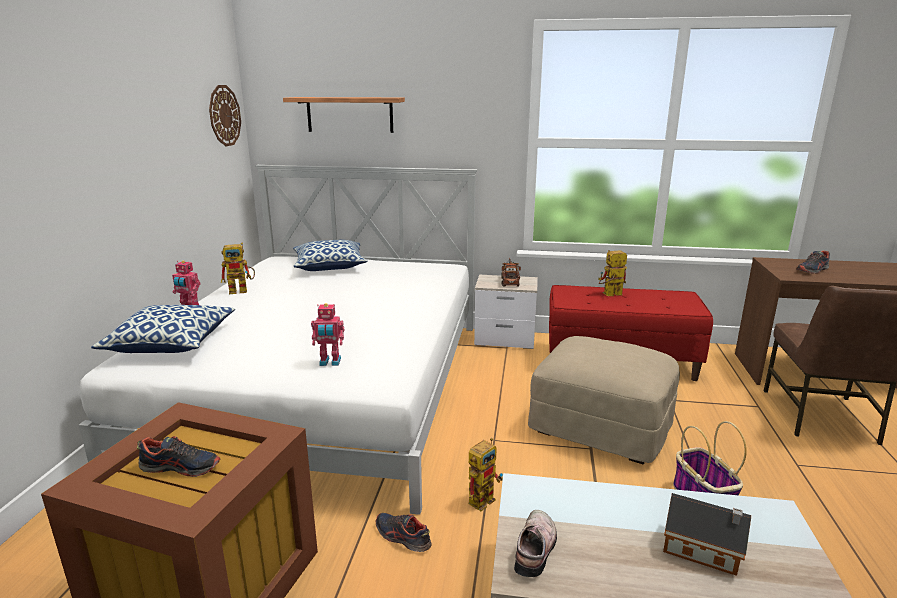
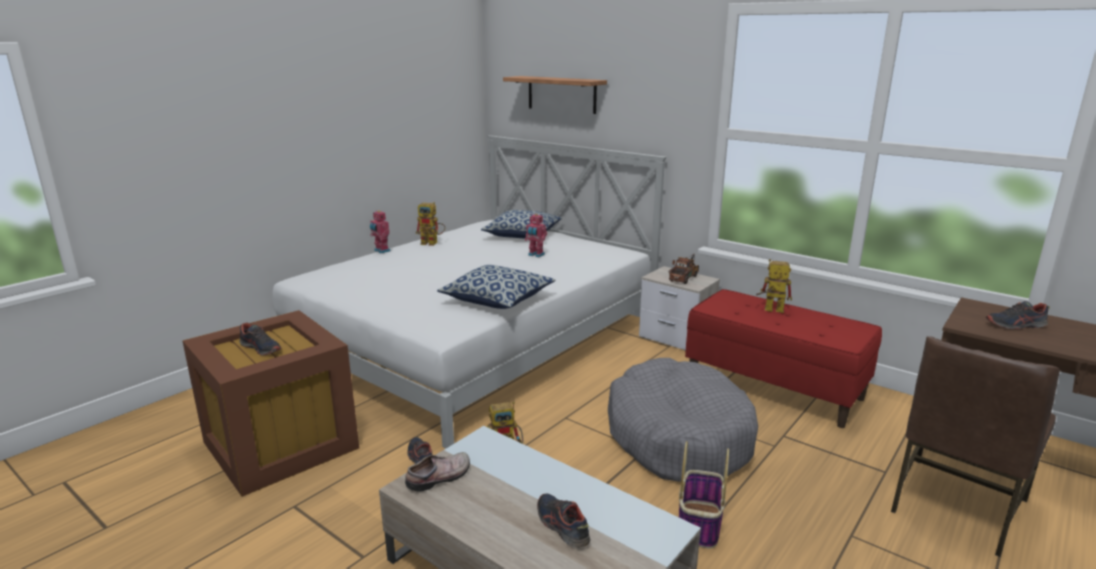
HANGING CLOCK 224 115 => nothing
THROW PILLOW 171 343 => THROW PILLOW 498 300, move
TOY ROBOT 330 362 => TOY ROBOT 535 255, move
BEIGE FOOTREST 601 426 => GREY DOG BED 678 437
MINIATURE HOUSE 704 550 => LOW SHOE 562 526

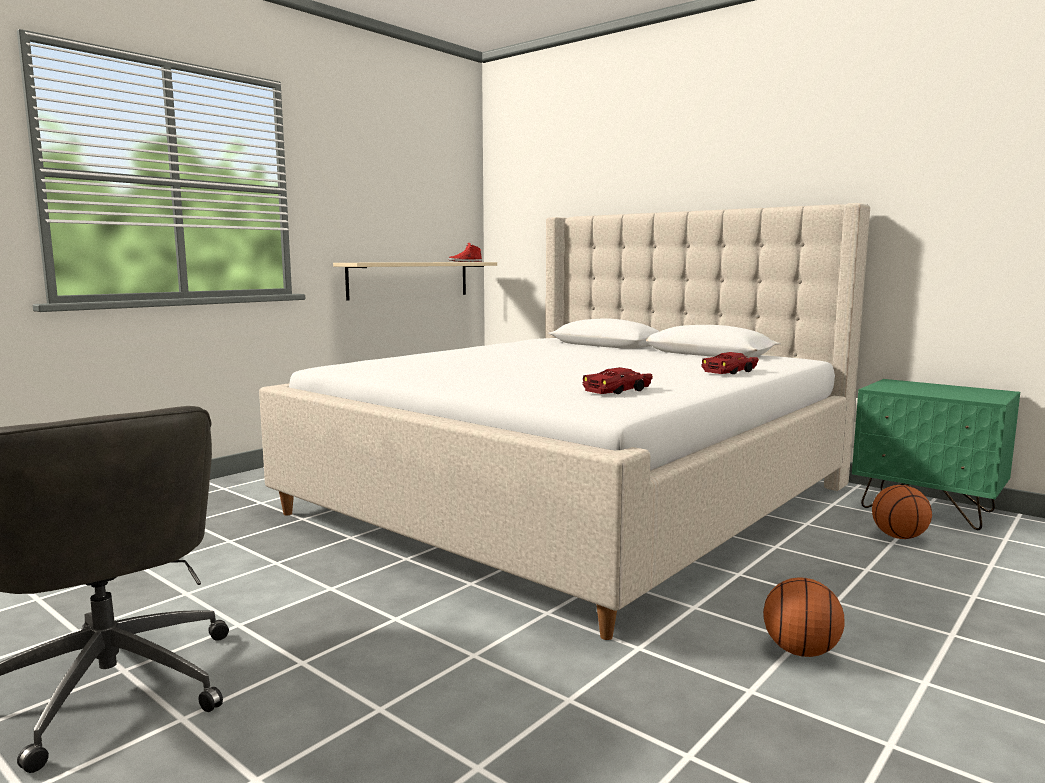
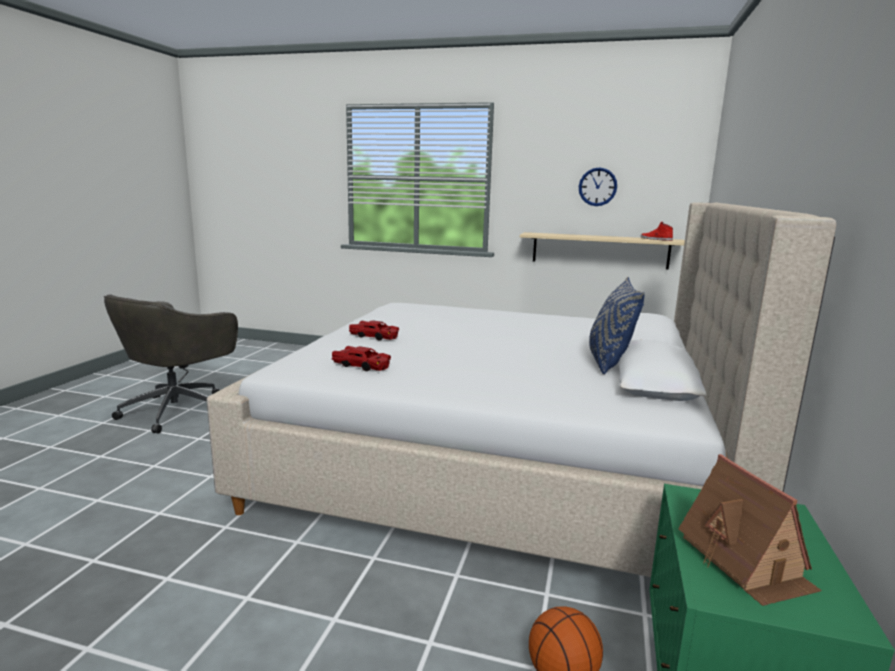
BALL FOR BASKETBALL 800 651 => nothing
nothing => HANGING CLOCK 597 187
nothing => BLUISH THROW PILLOW 608 363
nothing => MINIATURE HOUSE 745 561
RED-COLOURED TOY CAR 731 372 => RED-COLOURED TOY CAR 374 336, move

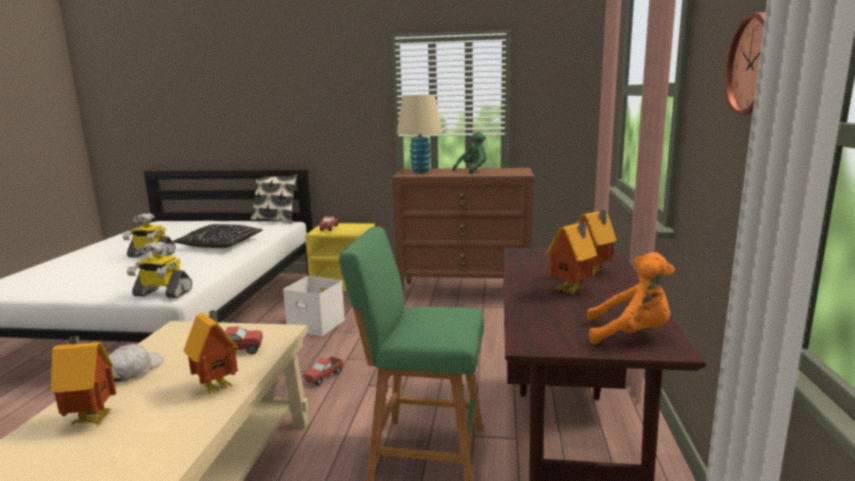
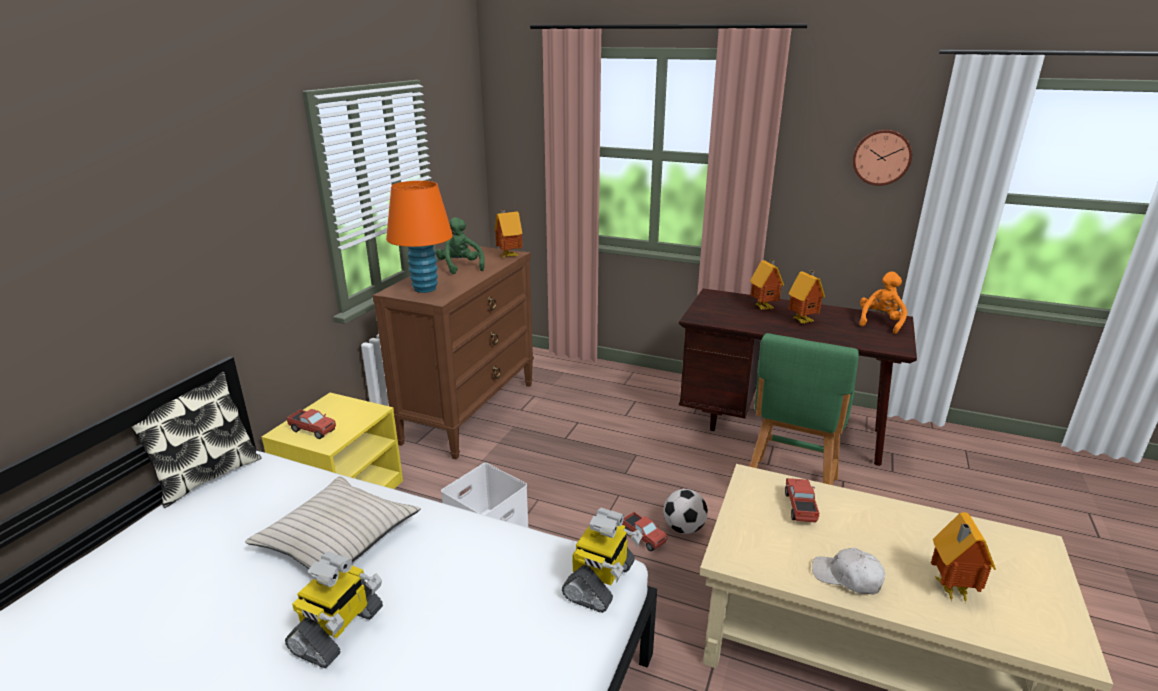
nothing => BALL FOR FOOTBALL 683 528
MINIATURE HOUSE 218 387 => MINIATURE HOUSE 508 256, move
BLACK THROW PILLOW 220 244 => BEIGE THROW PILLOW 337 539
BEIGE LAMP FOR A TABLE 420 172 => ORANGE-COLOURED LAMP FOR A TABLE 425 289

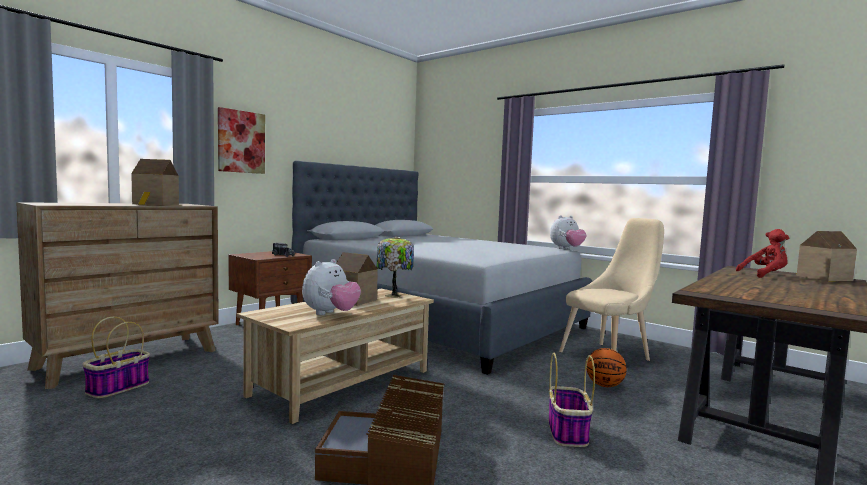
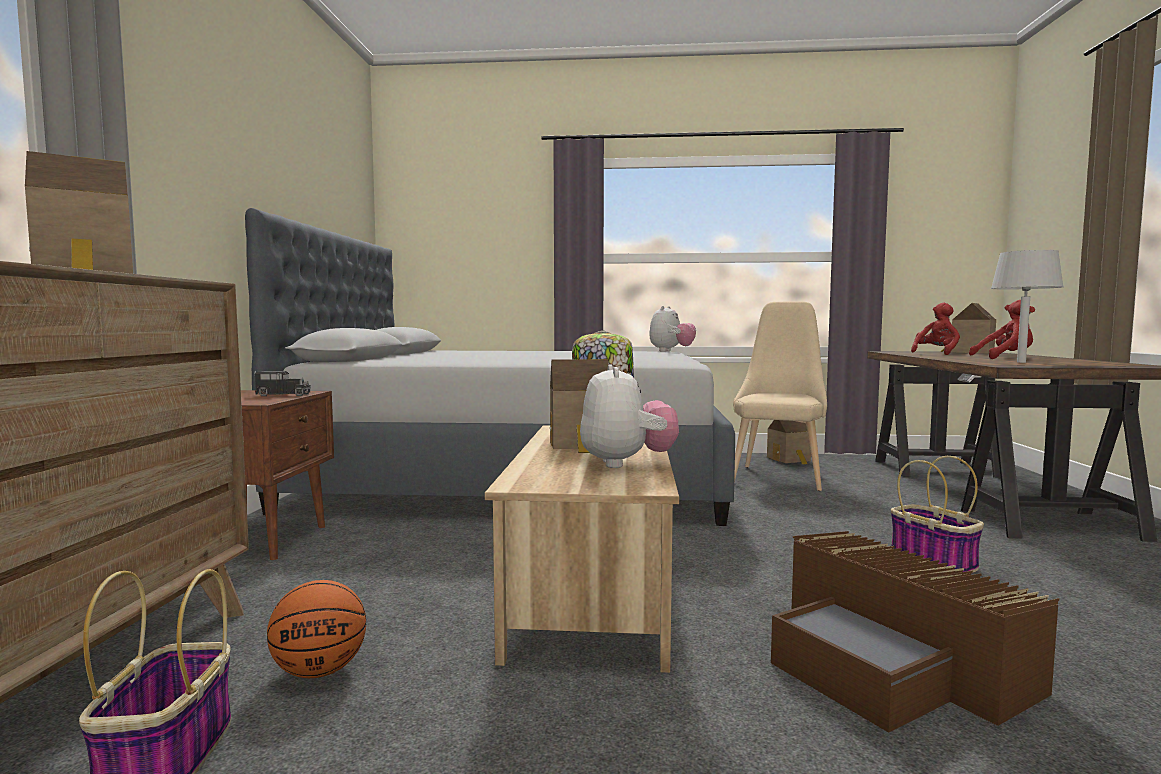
WALL PICTURE 241 142 => nothing
nothing => MINIATURE HOUSE 790 459
nothing => RED-COLOURED PLUSH TOY 1005 358
nothing => GREY LAMP FOR A TABLE 1021 362
BALL FOR BASKETBALL 604 385 => BALL FOR BASKETBALL 319 672, move

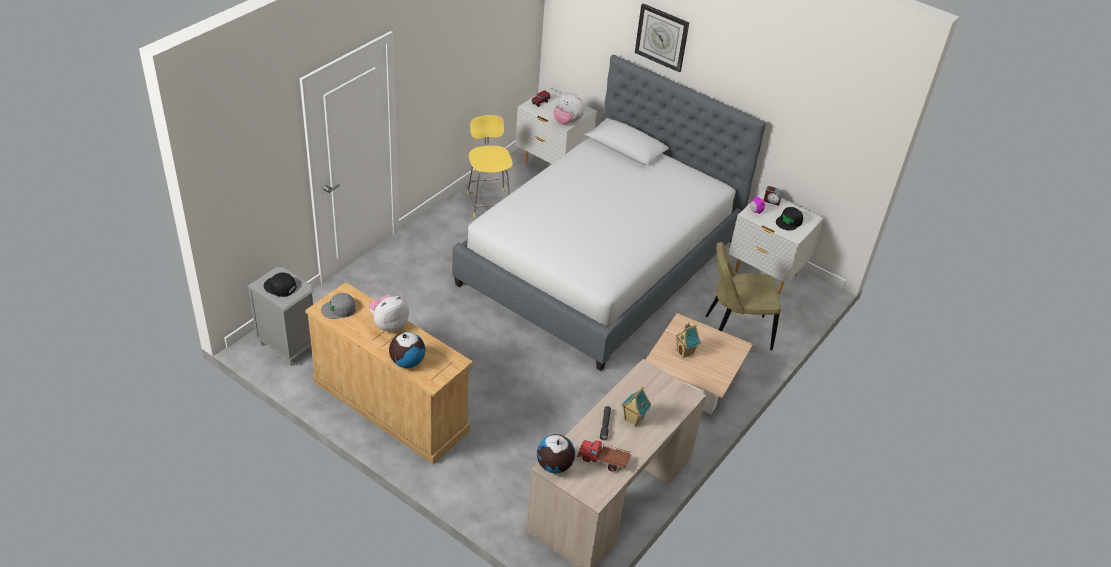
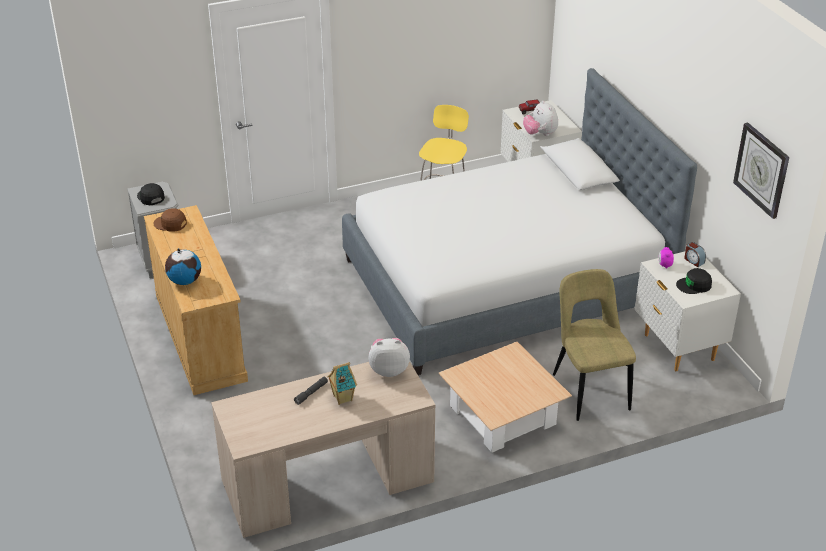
DESK GLOBE 554 466 => nothing
TOY LORRY 603 460 => nothing
MINIATURE HOUSE 685 352 => nothing
PLUSH TOY 389 324 => PLUSH TOY 389 370, move
HANGING CLOCK 662 37 => HANGING CLOCK 762 170, move
GREY CAP 339 309 => BROWN CAP 170 224
BEIGE UPRIGHT CHAIR 734 332 => BEIGE UPRIGHT CHAIR 589 389, 45 degrees clockwise

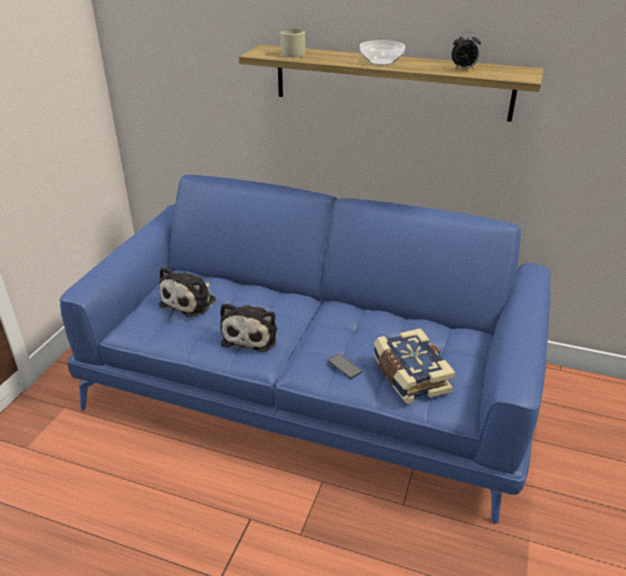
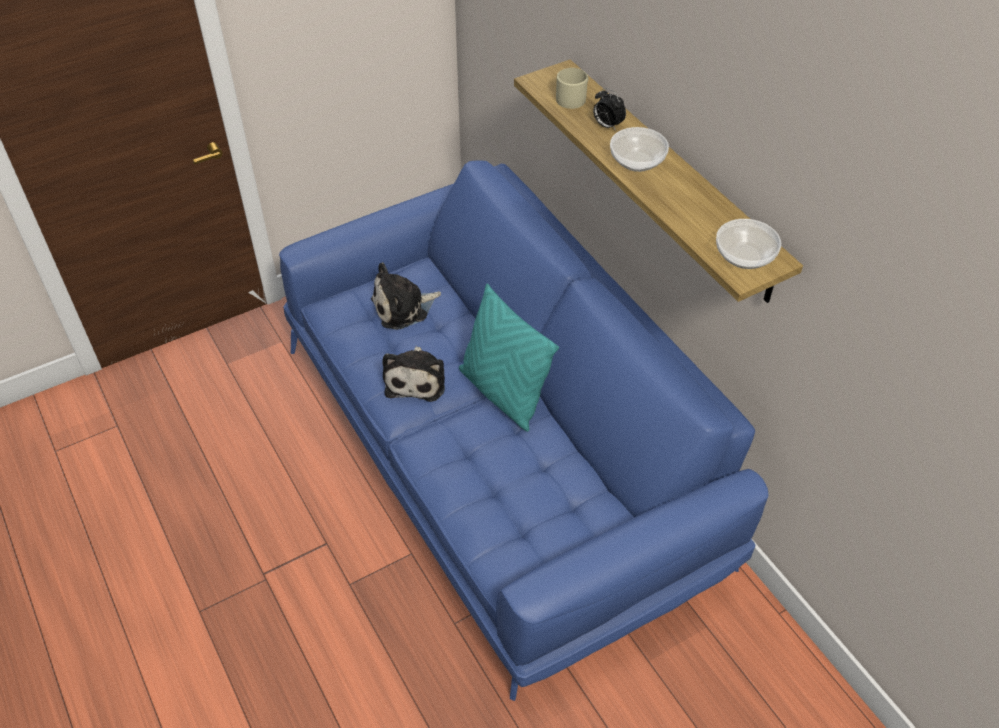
PHONE 344 366 => nothing
VOLUME 409 376 => nothing
nothing => TURQUOISE-COLOURED THROW PILLOW 503 393
nothing => DEEP DISH 745 257
ALARM CLOCK 463 69 => ALARM CLOCK 607 126, move
PLUSH TOY 252 335 => PLUSH TOY 416 379, 45 degrees counterclockwise

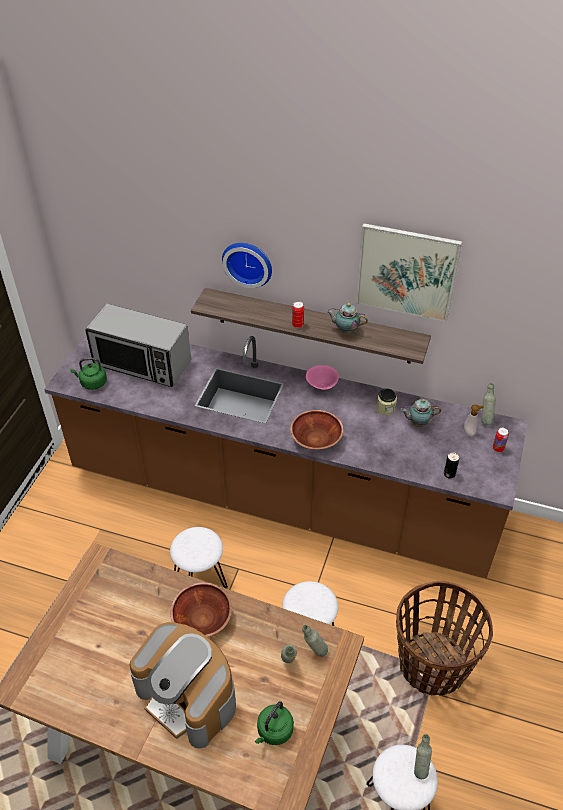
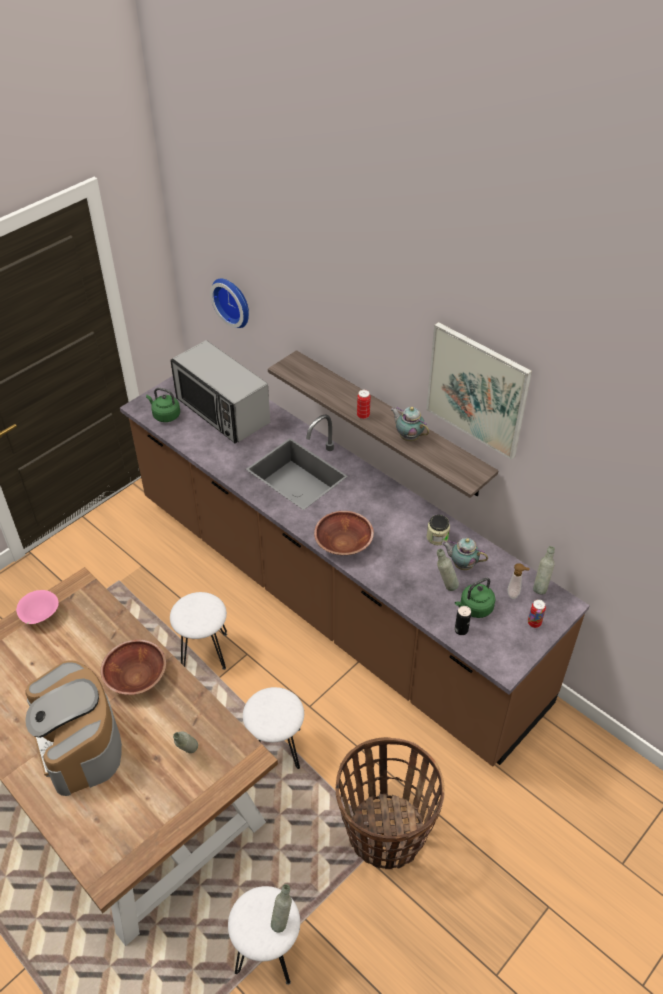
HANGING CLOCK 248 262 => HANGING CLOCK 233 301, move
GREEN-COLOURED TEA KETTLE 274 731 => GREEN-COLOURED TEA KETTLE 474 608, move
GREY DRINK BOTTLE 314 652 => GREY DRINK BOTTLE 445 586, move
PINK DEEP DISH 322 386 => PINK DEEP DISH 40 616, move

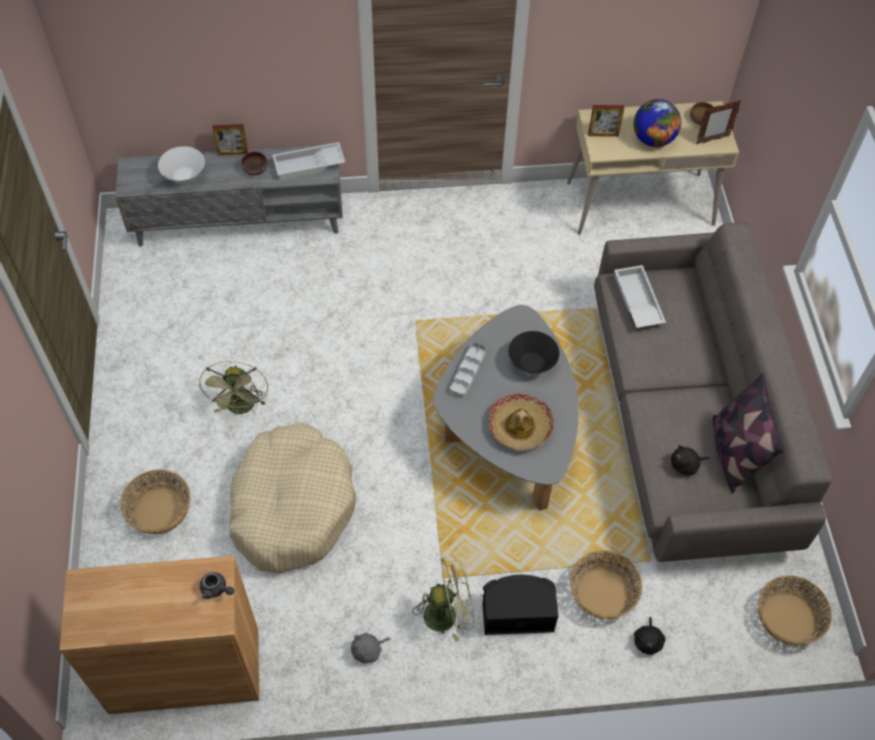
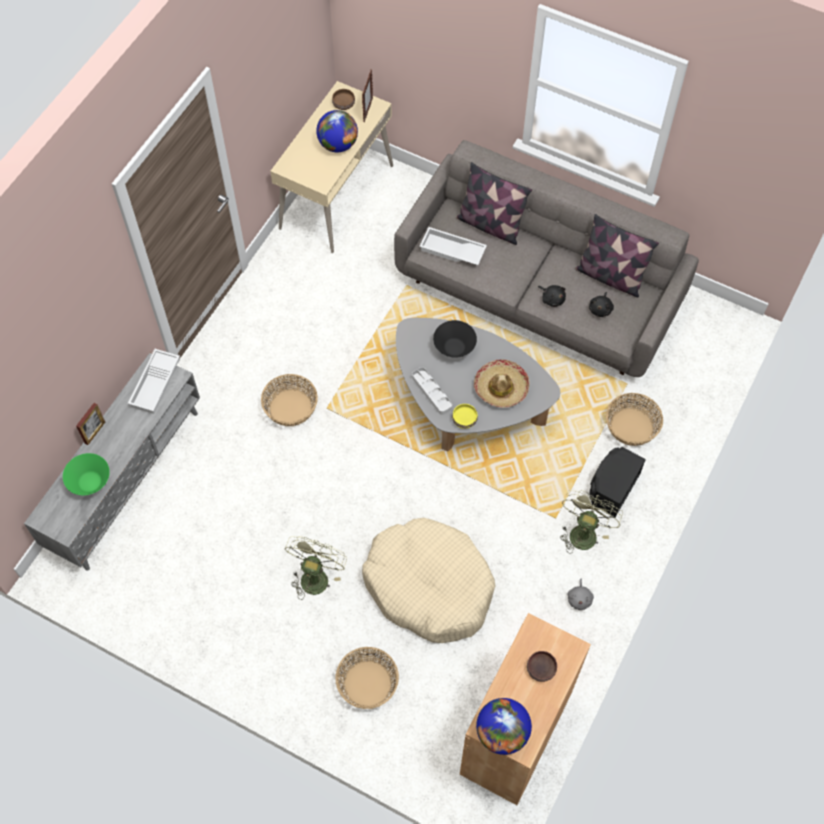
GREY TEAPOT 216 589 => nothing
PHOTO FRAME 603 134 => nothing
nothing => YELLOW-COLOURED DEEP DISH 464 419
nothing => THROW PILLOW 490 225
nothing => DESK GLOBE 502 733
BROWN DEEP DISH 256 169 => BROWN DEEP DISH 541 668, move
BLACK PLUSH TOY 648 641 => BLACK PLUSH TOY 552 299, move
BASKET 788 618 => BASKET 291 407, move
WHITE-COLOURED DEEP DISH 184 176 => GREEN-COLOURED DEEP DISH 90 482
GREEN-COLOURED ELECTRIC FAN 241 408 => GREEN-COLOURED ELECTRIC FAN 315 575, 105 degrees counterclockwise

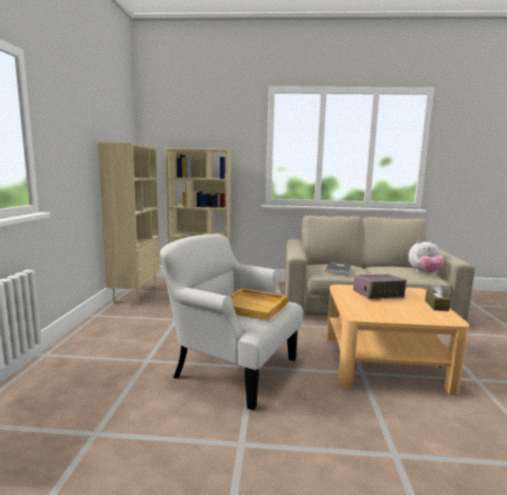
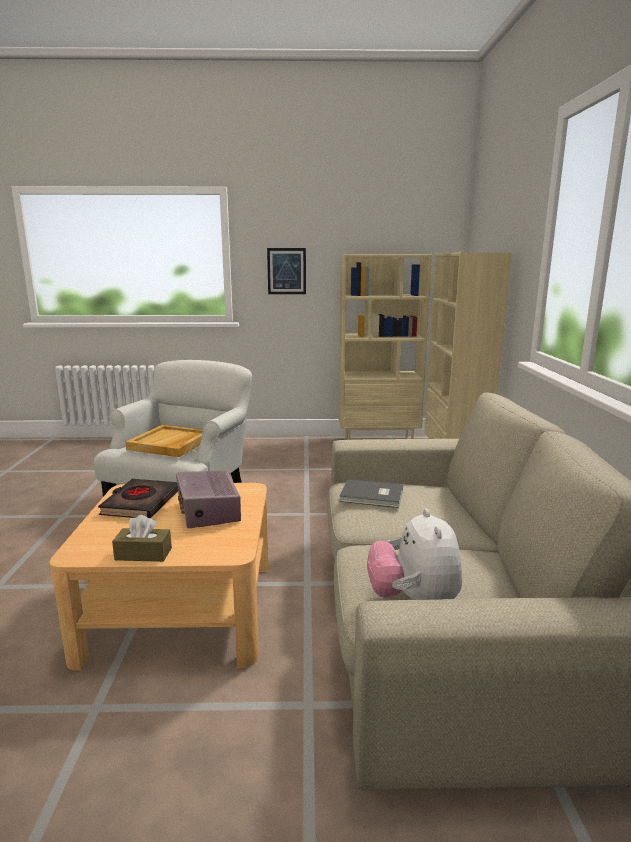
nothing => BLACK VOLUME 140 503
nothing => WALL PICTURE 286 271

